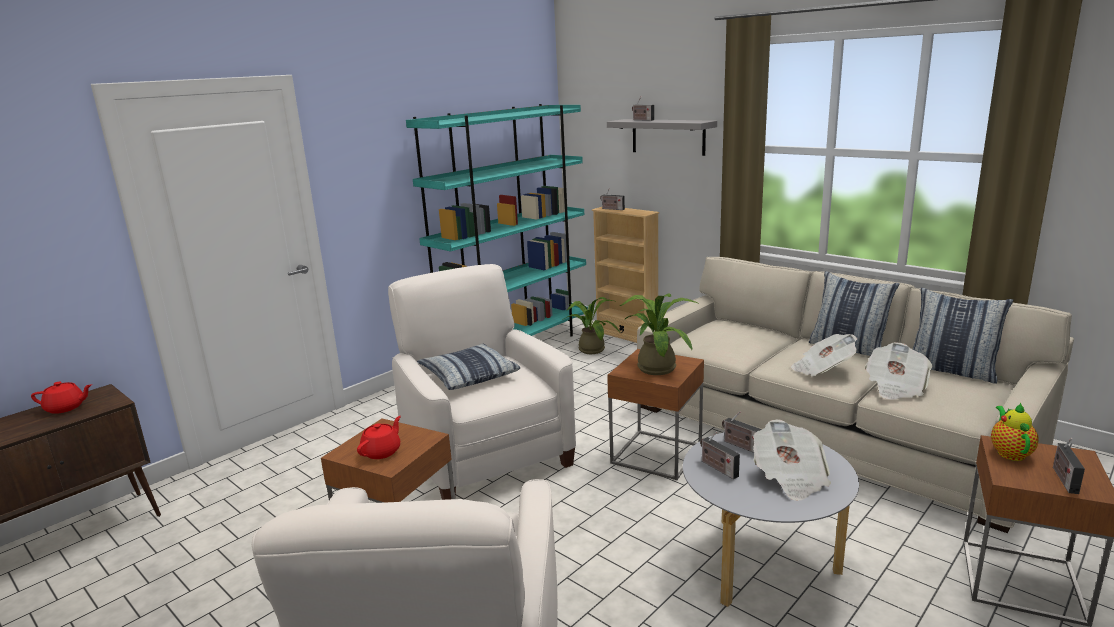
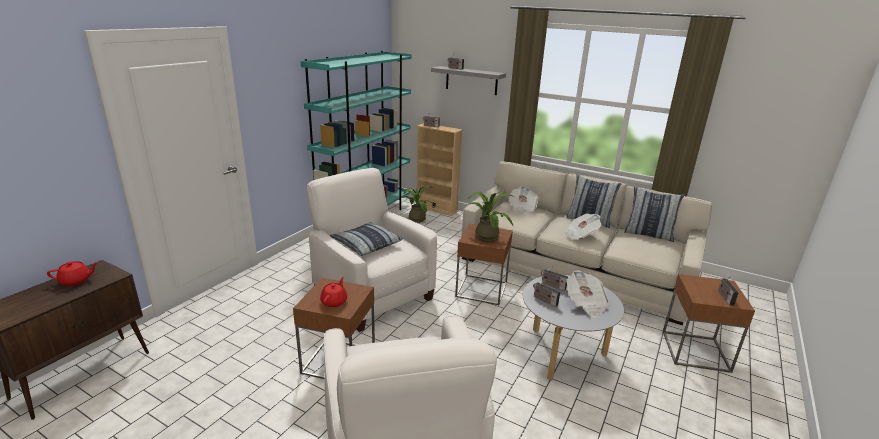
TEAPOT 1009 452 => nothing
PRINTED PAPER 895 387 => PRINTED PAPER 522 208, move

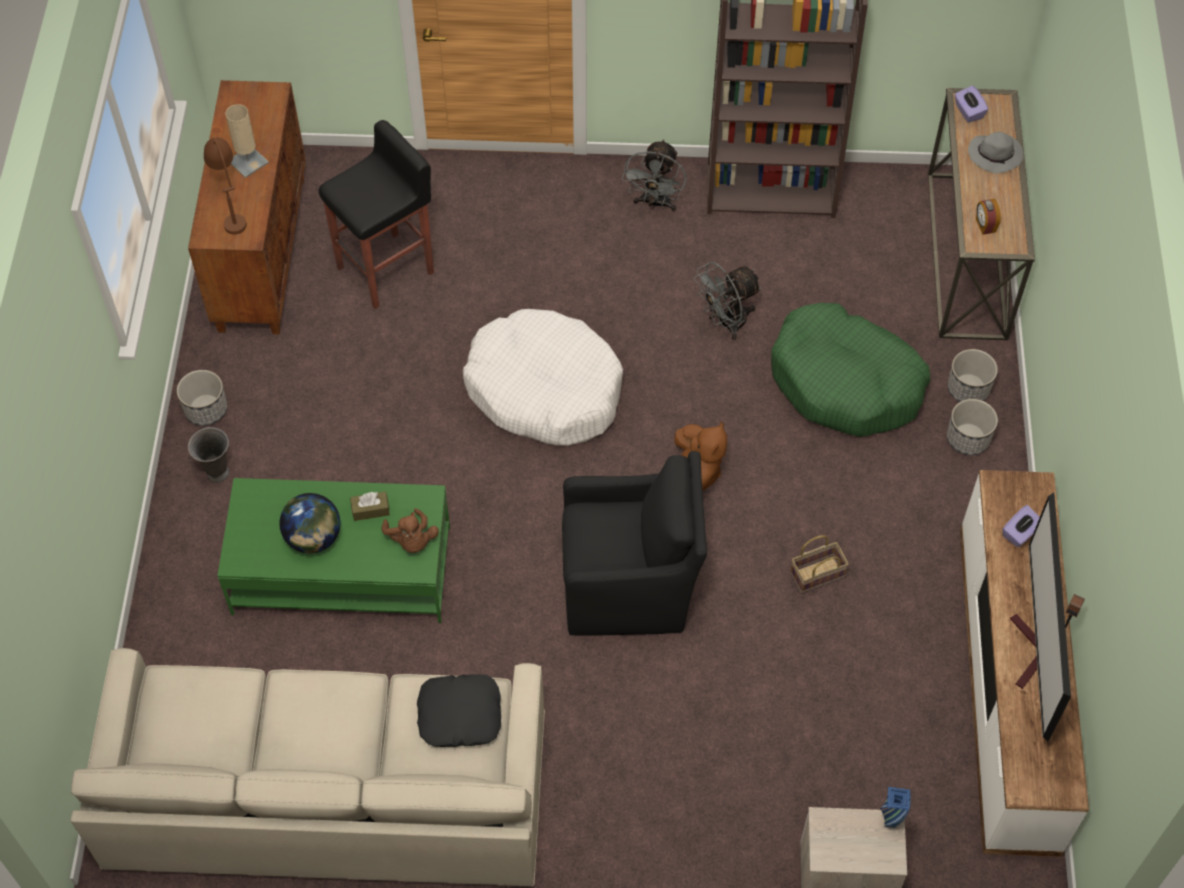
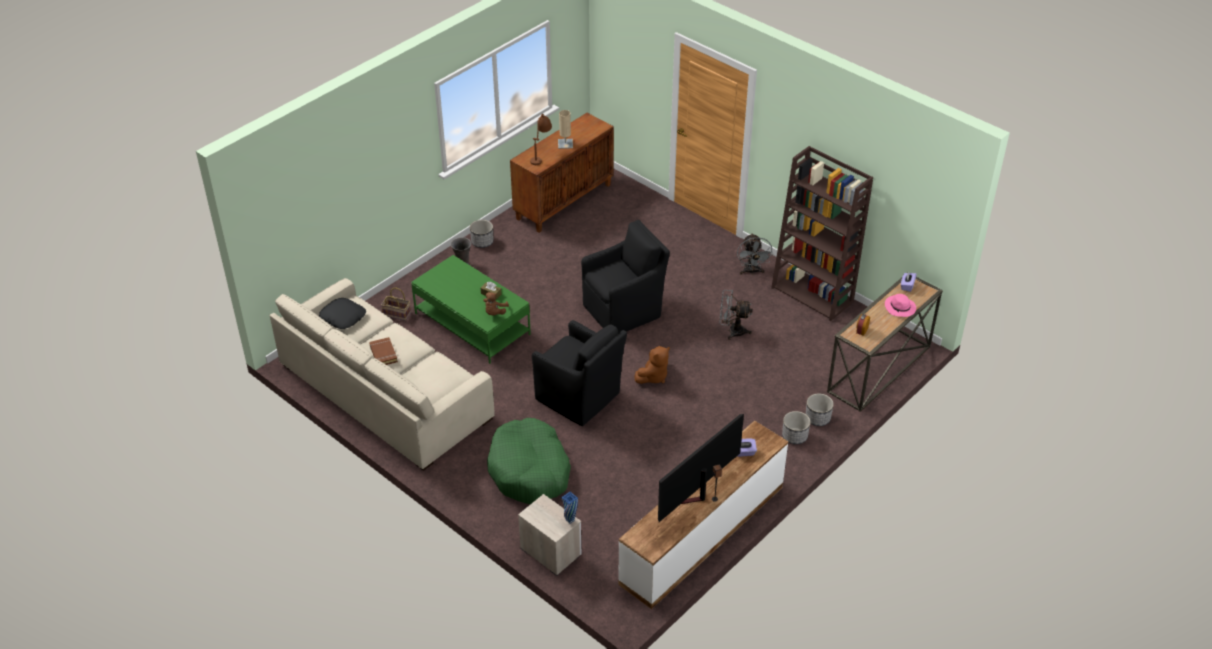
DESK GLOBE 313 538 => nothing
BLACK SITTING STOOL 387 270 => nothing
nothing => BROWN VOLUME 383 354
BLACK THROW PILLOW 460 714 => BLACK THROW PILLOW 343 317, move
GREEN-COLOURED DOG BED 845 382 => GREEN-COLOURED DOG BED 529 470, move
BASKET 818 574 => BASKET 397 314, move
WHITE-COLOURED DOG BED 544 389 => BLACK ARMCHAIR 624 310
GREY WEARABLE HAT 995 155 => PINK WEARABLE HAT 900 308
GREY ELECTRIC FAN 655 203 => GREY ELECTRIC FAN 751 271, 60 degrees counterclockwise

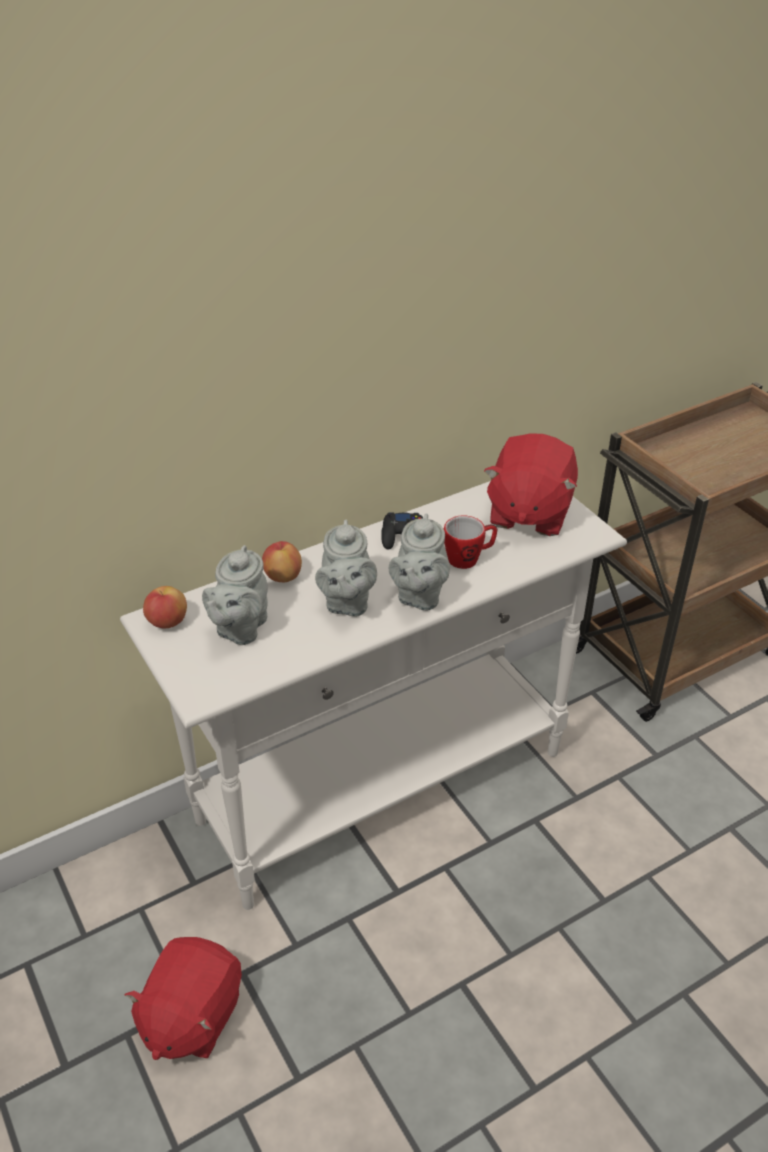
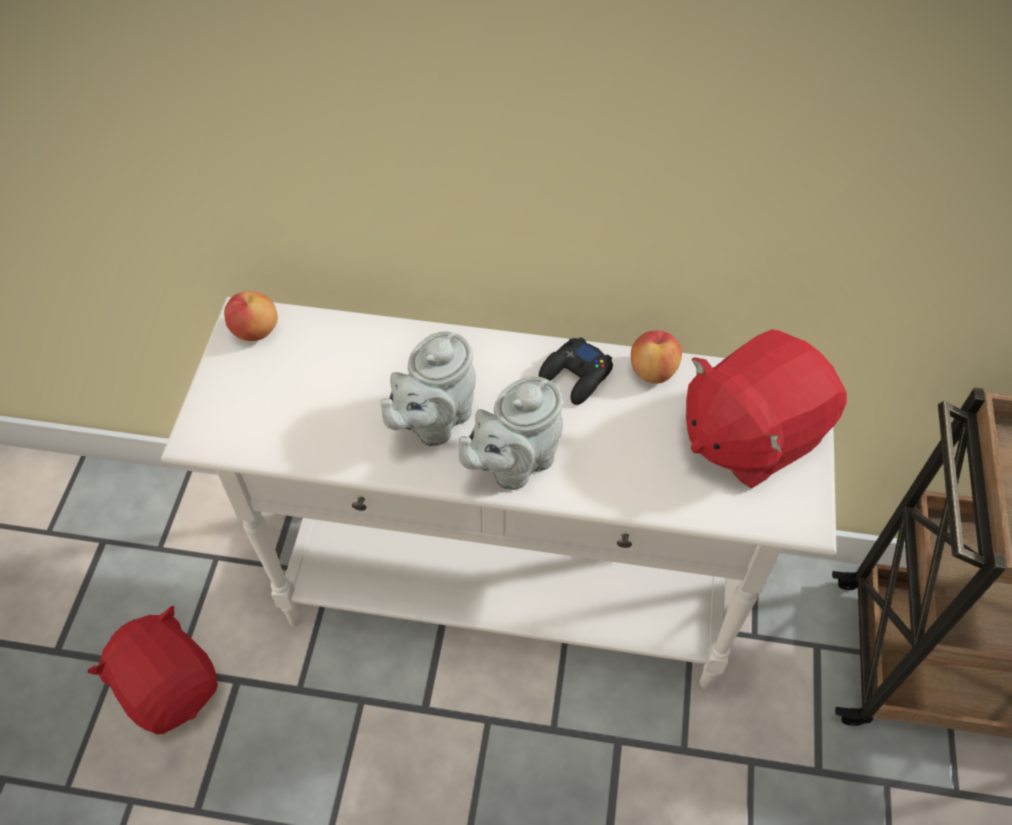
GREY TEAPOT 239 628 => nothing
COFFEE MUG 469 558 => nothing
APPLE 283 576 => APPLE 653 371, move
RED-COLOURED PLUSH TOY 191 1016 => RED-COLOURED PLUSH TOY 170 685, 75 degrees clockwise

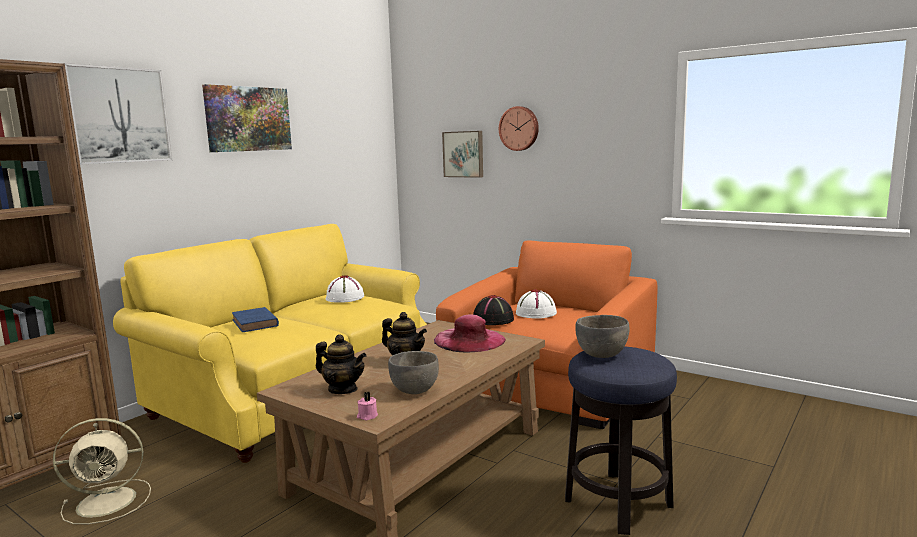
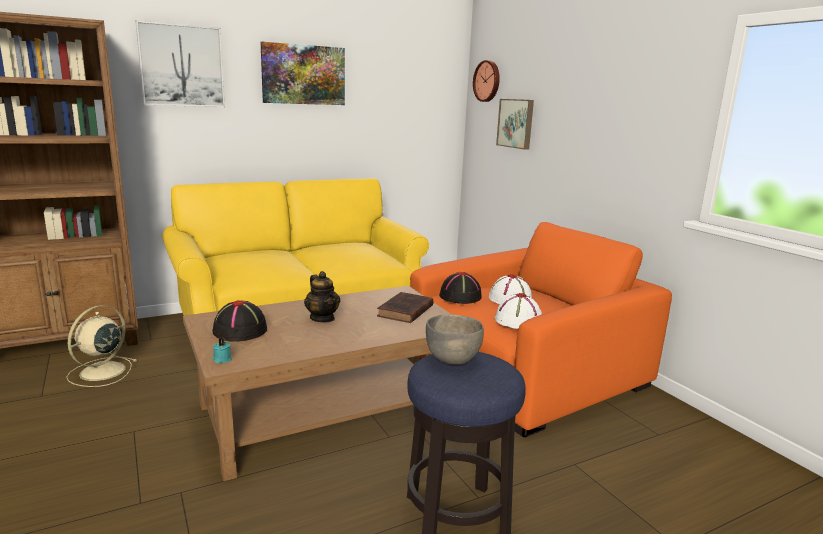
BLUISH VOLUME 255 323 => nothing
GREY DEEP DISH 415 391 => nothing
WHITE-COLOURED WEARABLE HAT 345 298 => WHITE-COLOURED WEARABLE HAT 518 321, move
HANGING CLOCK 519 128 => HANGING CLOCK 487 81, move
TEAPOT 343 389 => BLACK WEARABLE HAT 240 330
PINK WEARABLE HAT 469 340 => BROWN VOLUME 405 311
PINK WAX CANDLE 367 416 => TURQUOISE-COLOURED WAX CANDLE 222 359
BEIGE ELECTRIC FAN 109 501 => BEIGE ELECTRIC FAN 101 372, 105 degrees clockwise

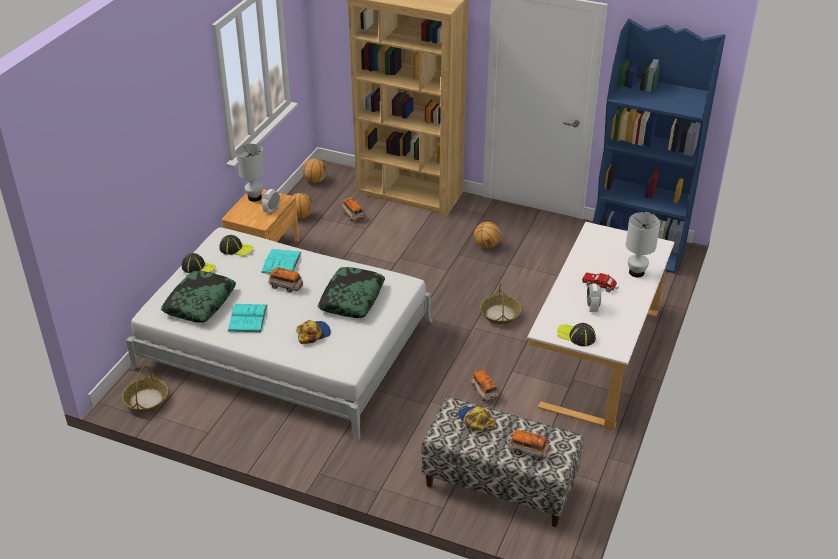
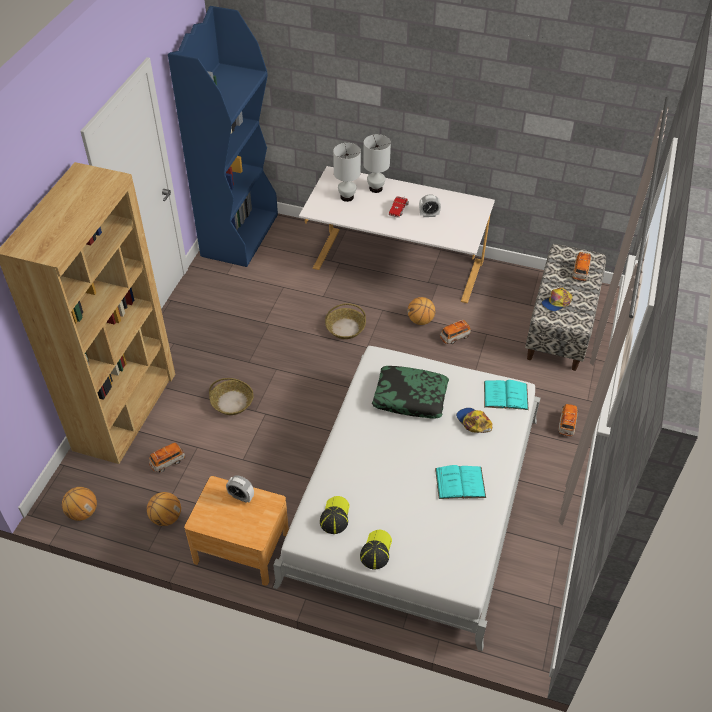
THROW PILLOW 200 302 => nothing
CAP 576 336 => nothing
BASKET 146 400 => BASKET 232 402, move
WHITE-COLOURED LAMP FOR A TABLE 255 197 => WHITE-COLOURED LAMP FOR A TABLE 346 197, move
TURQUOISE-COLOURED VOLUME 281 262 => TURQUOISE-COLOURED VOLUME 505 395, move
TOY CAR 286 286 => TOY CAR 566 425, move
BALL FOR BASKETBALL 486 245 => BALL FOR BASKETBALL 420 320, move

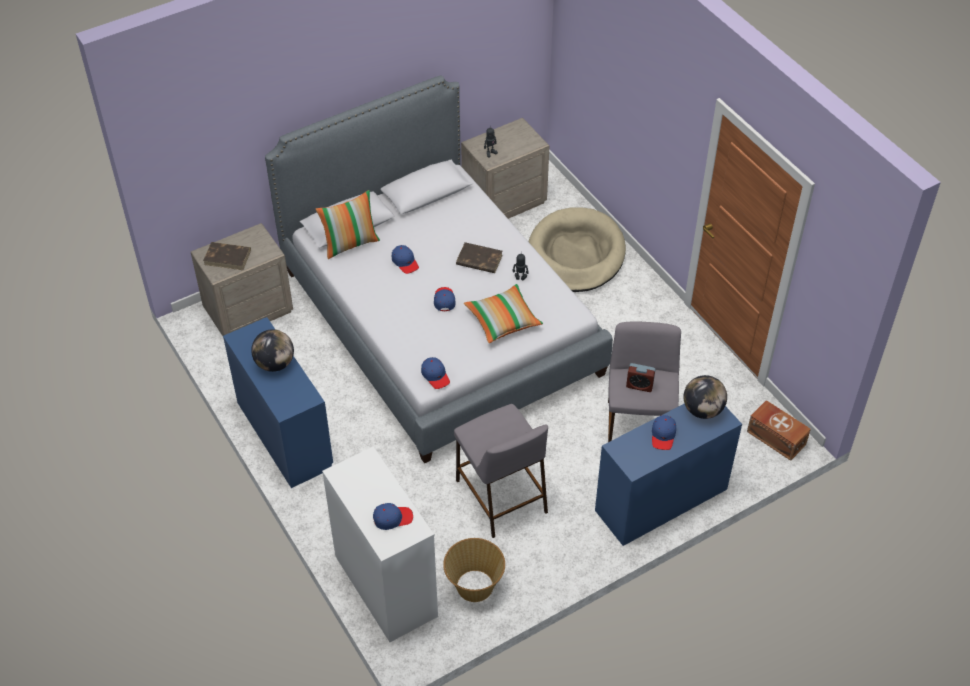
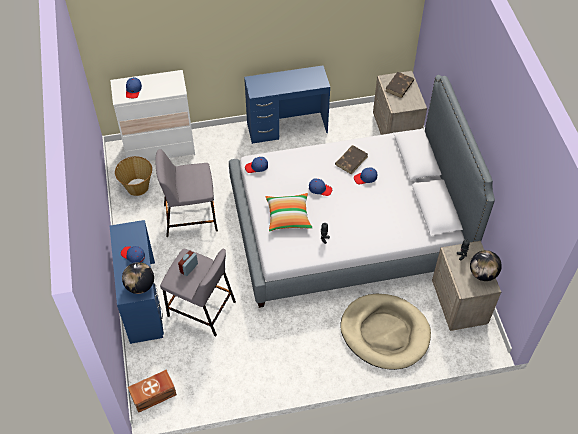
THROW PILLOW 350 243 => nothing
DESK GLOBE 275 364 => DESK GLOBE 482 273, move
BROWN VOLUME 479 260 => BROWN VOLUME 351 160, move

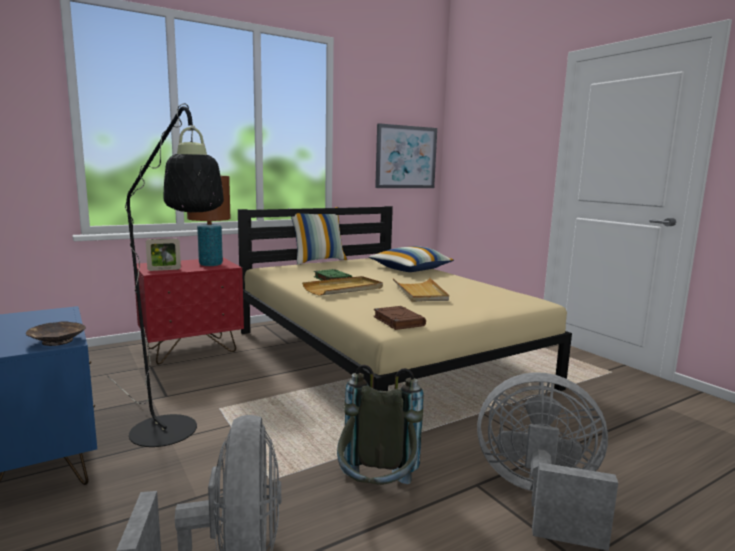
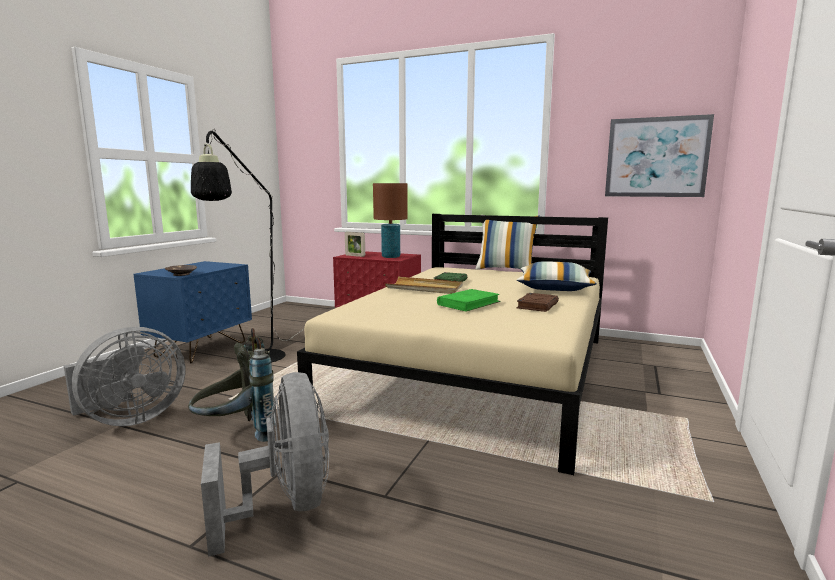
BROWN VOLUME 398 321 => BROWN VOLUME 537 305, move
BEIGE SERVING TRAY 420 292 => GREEN-COLOURED VOLUME 468 303

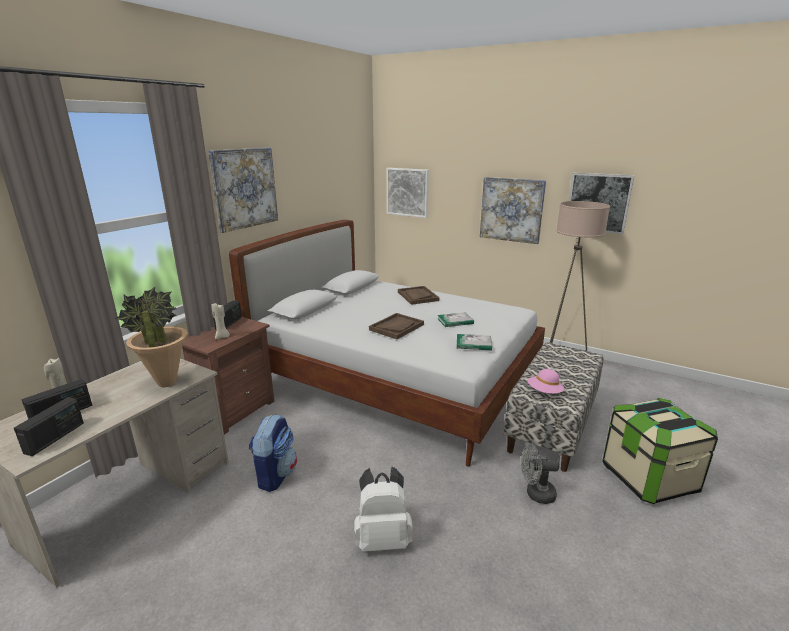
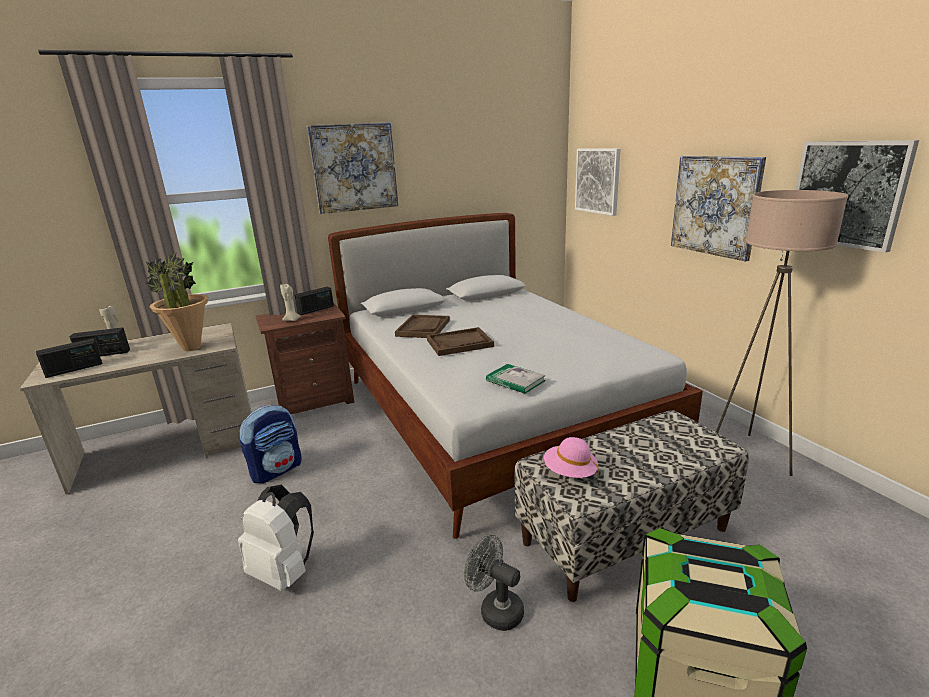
VOLUME 455 321 => nothing
BROWN SERVING TRAY 417 296 => BROWN SERVING TRAY 423 328, move

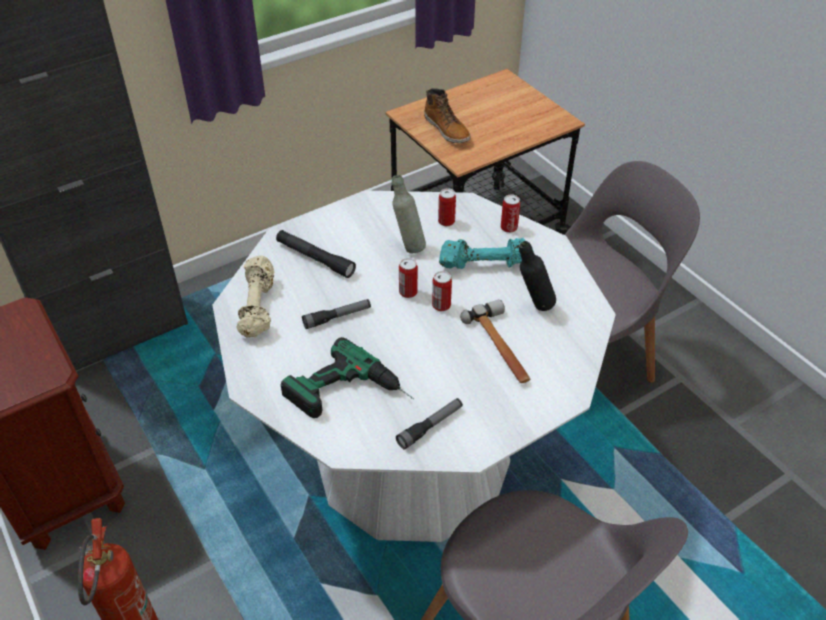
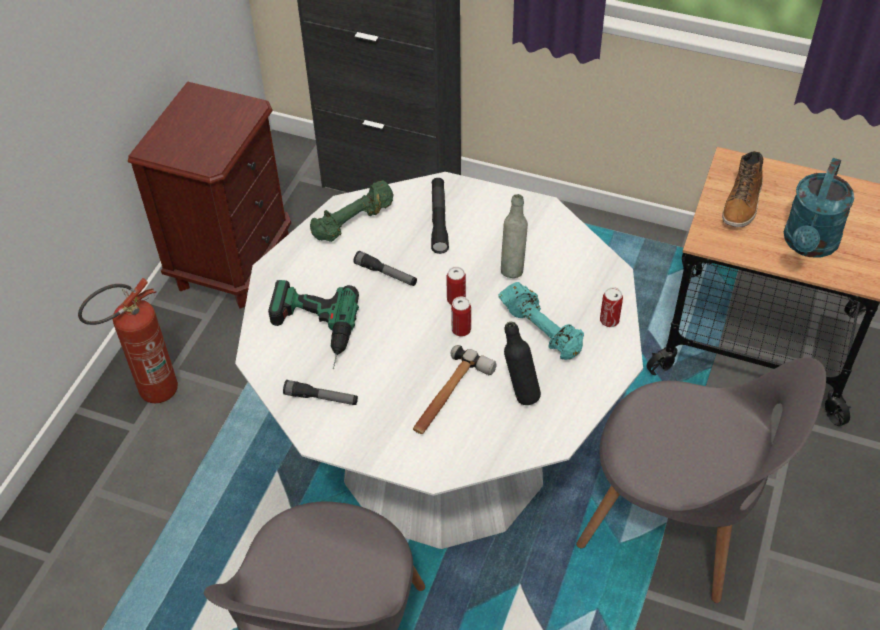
METAL CAN 446 221 => nothing
nothing => TURQUOISE-COLOURED WATERING POT 809 245
BEIGE HAND WEIGHT 259 307 => GREEN-COLOURED HAND WEIGHT 354 222

